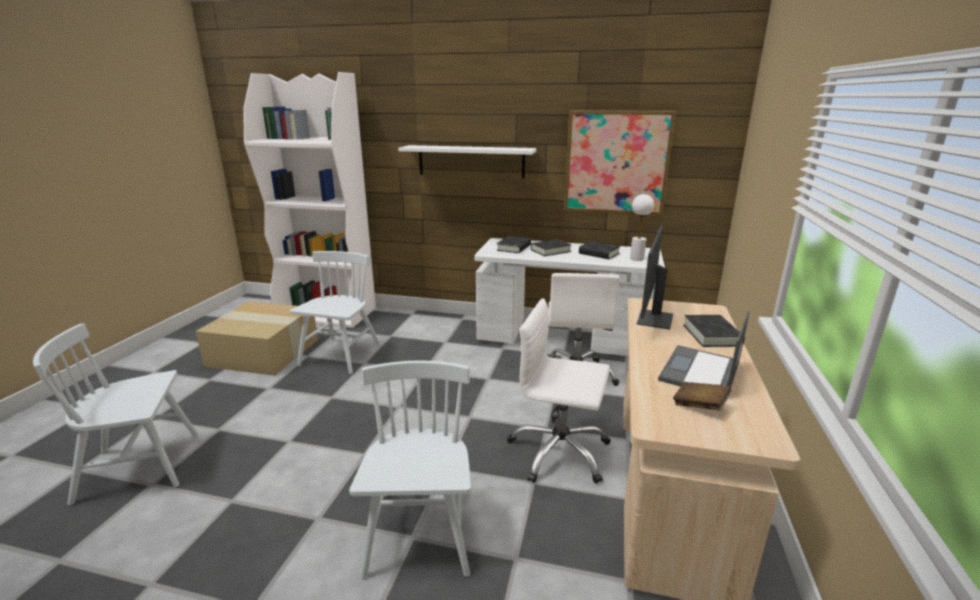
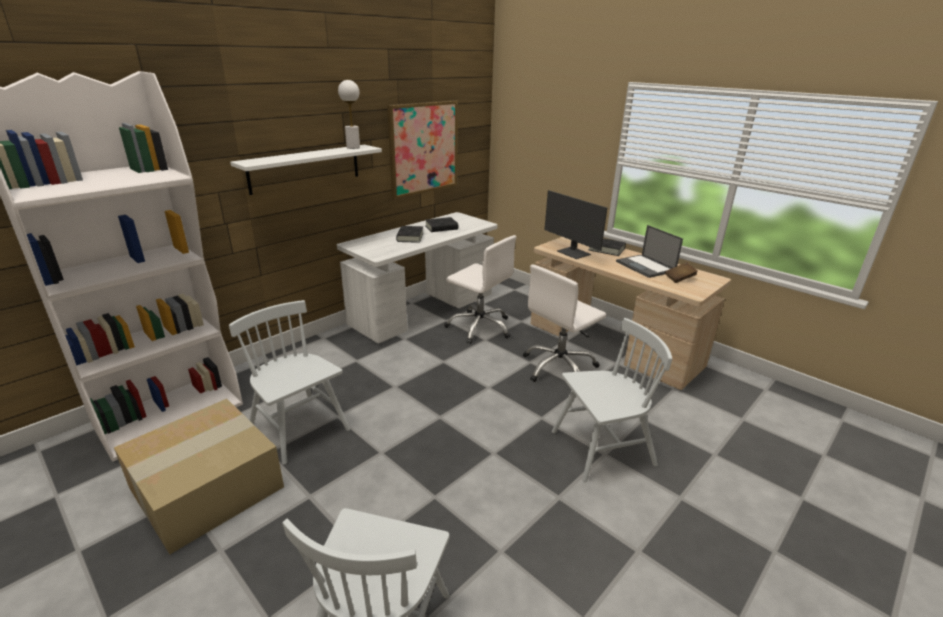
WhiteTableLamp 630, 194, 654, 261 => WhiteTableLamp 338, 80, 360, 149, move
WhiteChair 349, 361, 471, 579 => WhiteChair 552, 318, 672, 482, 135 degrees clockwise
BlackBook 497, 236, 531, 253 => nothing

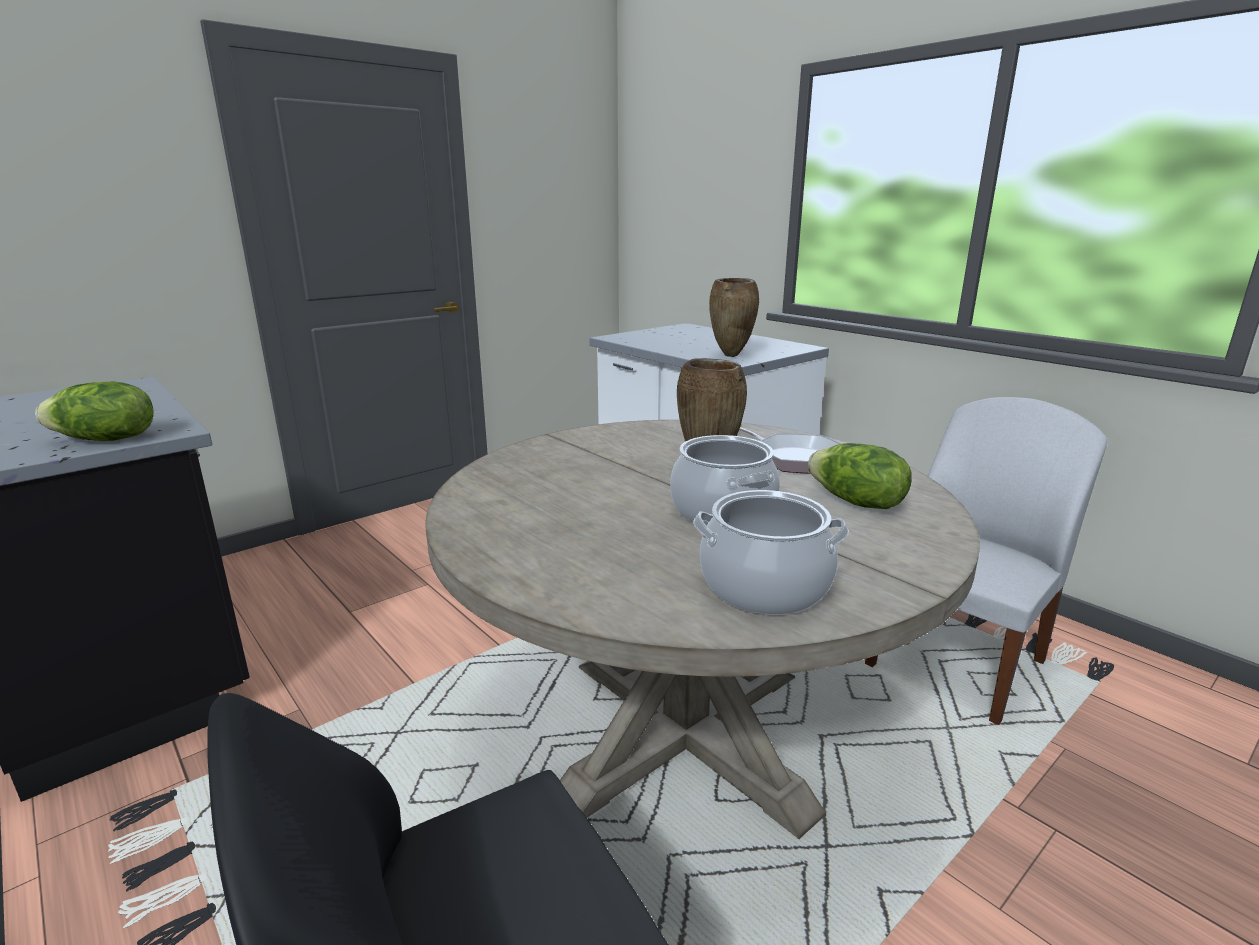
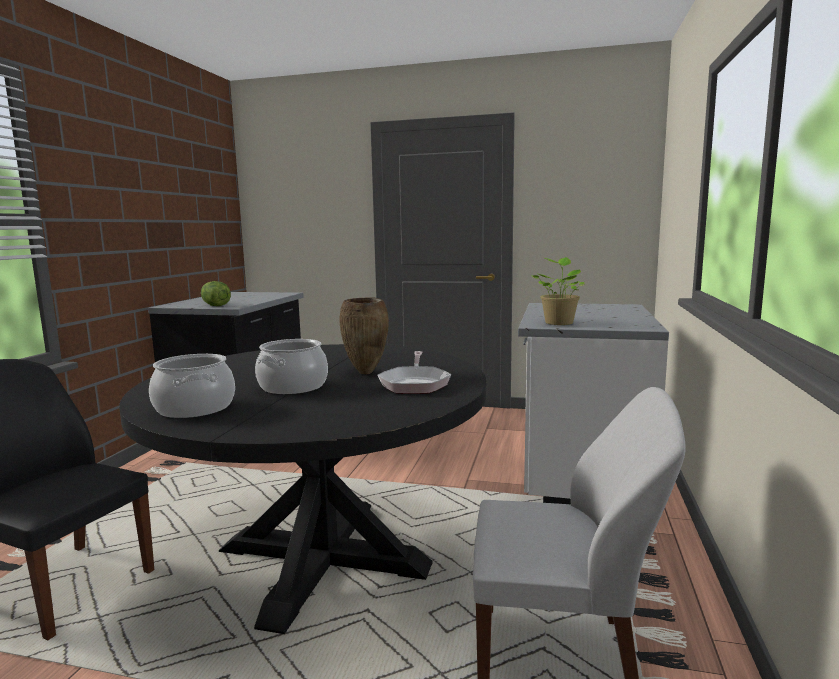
BeigeDiningTable 425, 420, 980, 839 => BlackDiningTable 119, 344, 486, 634
BrownVase 709, 278, 759, 357 => PottedPlant 531, 257, 584, 325
Lettuce 808, 443, 911, 509 => nothing

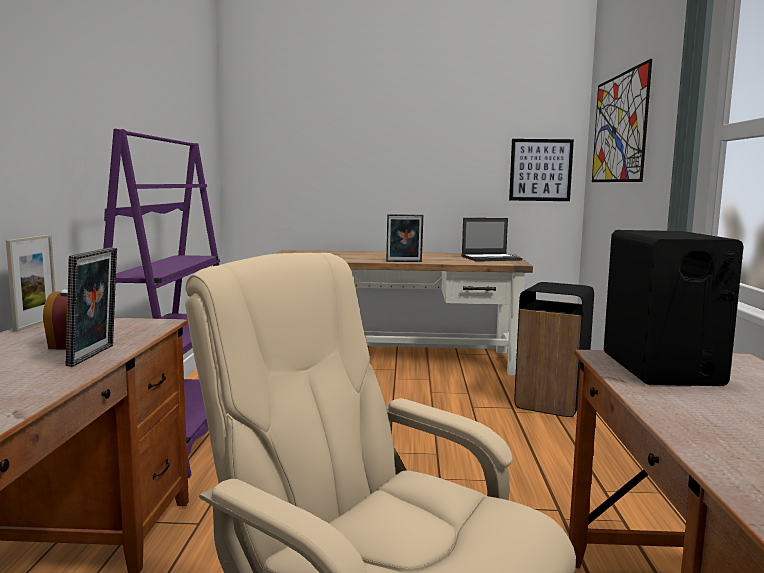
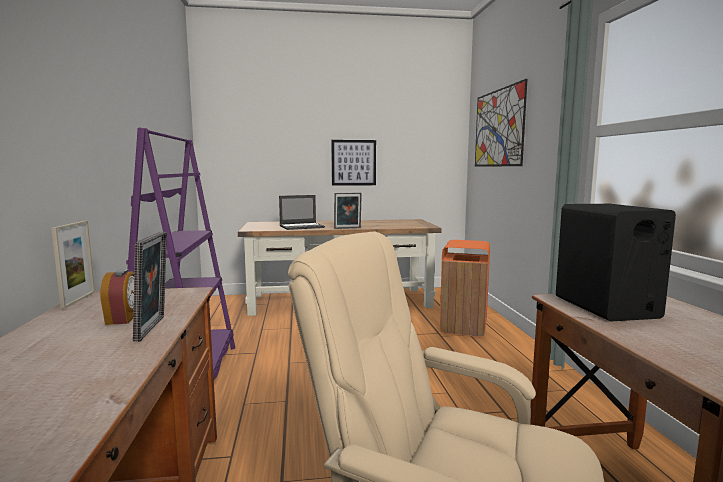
Laptop 461, 218, 522, 261 => Laptop 279, 195, 325, 230, move
Picture 509, 139, 574, 201 => Picture 331, 140, 376, 186, move
BlackTrashCan 515, 282, 594, 417 => OrangeTrashCan 440, 240, 490, 337

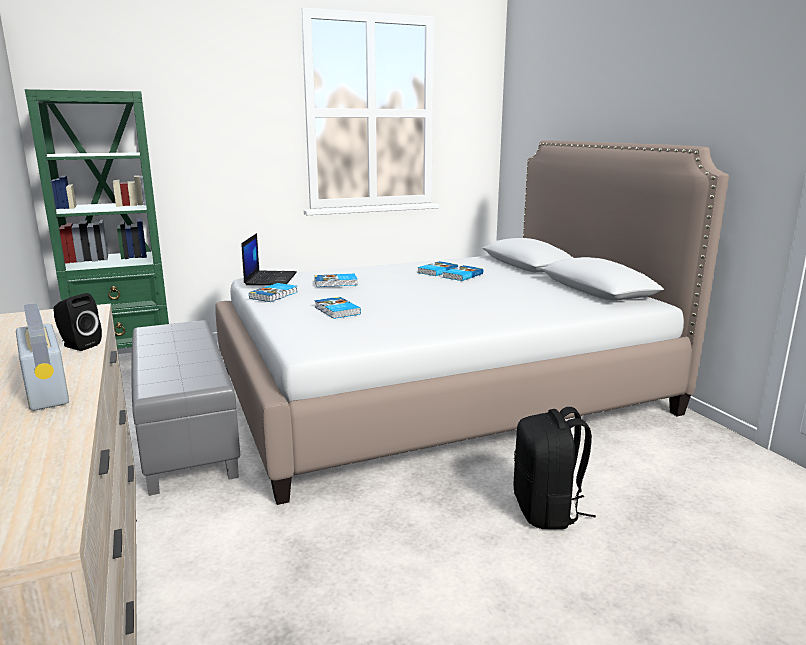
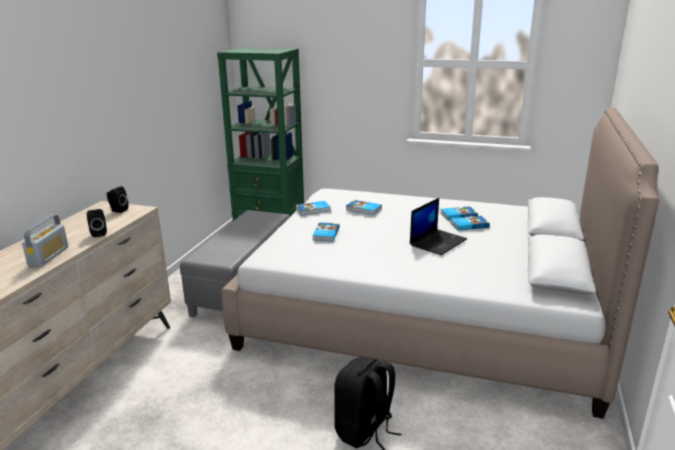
nothing => BlackSpeaker 107, 186, 128, 213
Laptop 242, 233, 297, 285 => Laptop 410, 198, 467, 255, move

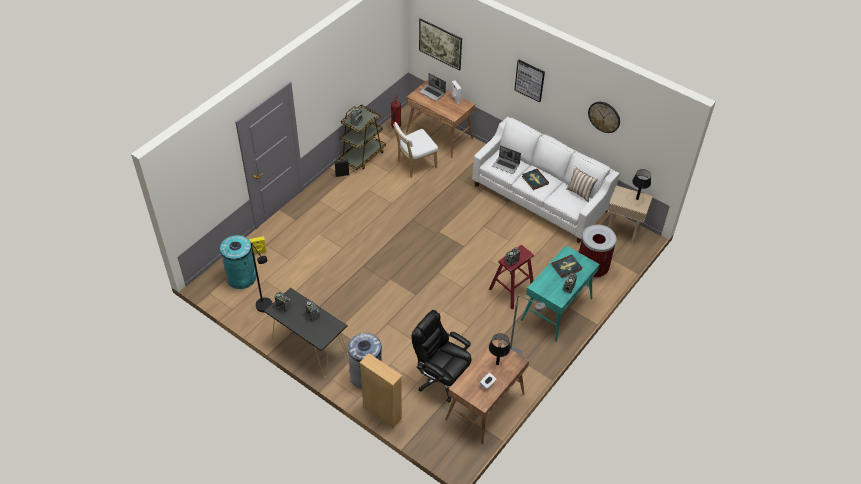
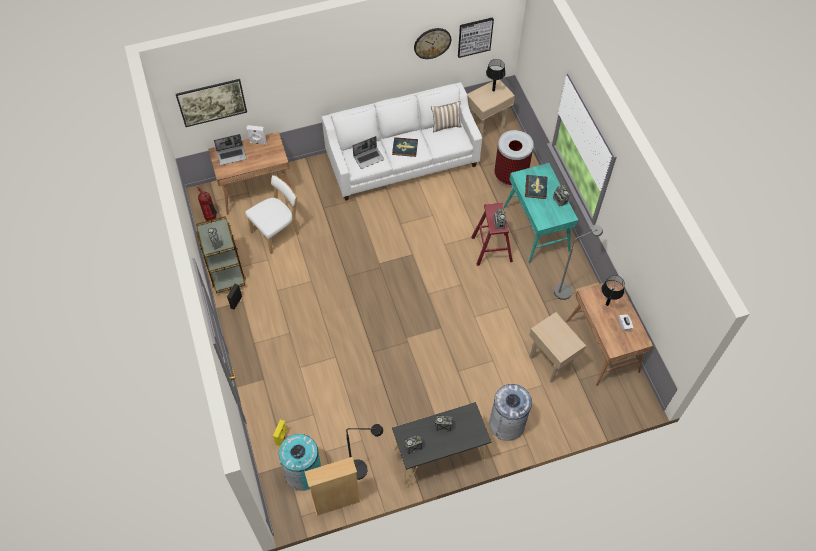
WhiteChair 393, 122, 438, 178 => WhiteChair 245, 175, 299, 254, 135 degrees counterclockwise
BeigeBookcase 360, 353, 403, 429 => BeigeBookcase 305, 457, 361, 516, move
Picture 514, 60, 545, 103 => Picture 458, 17, 494, 58, move
BlackOfficeChair 412, 310, 472, 402 => BeigeSideTable 529, 312, 586, 383

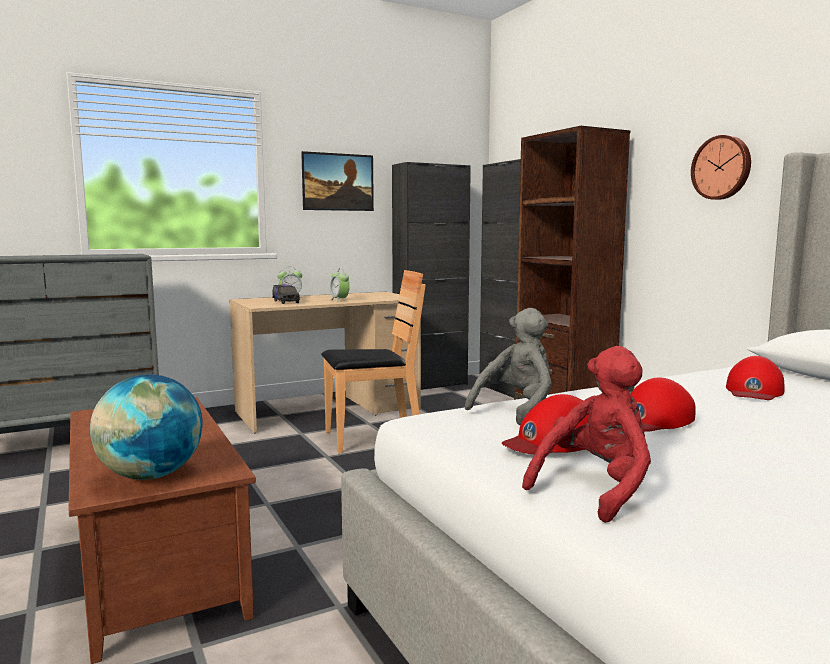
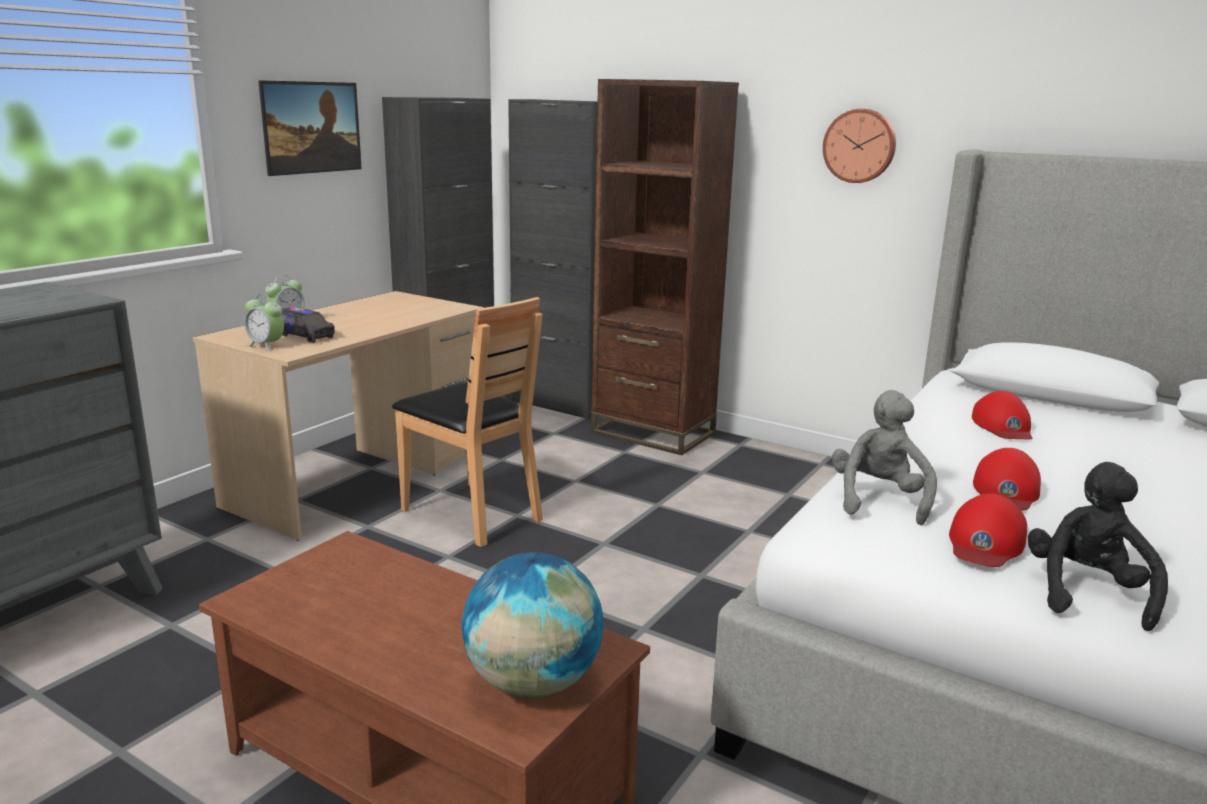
AlarmClock 330, 268, 350, 302 => AlarmClock 244, 294, 284, 351, move
BrownChair 321, 270, 426, 453 => BrownChair 392, 297, 543, 547, 90 degrees clockwise
RedPlushToy 522, 346, 651, 523 => BlackPlushToy 1028, 462, 1168, 631

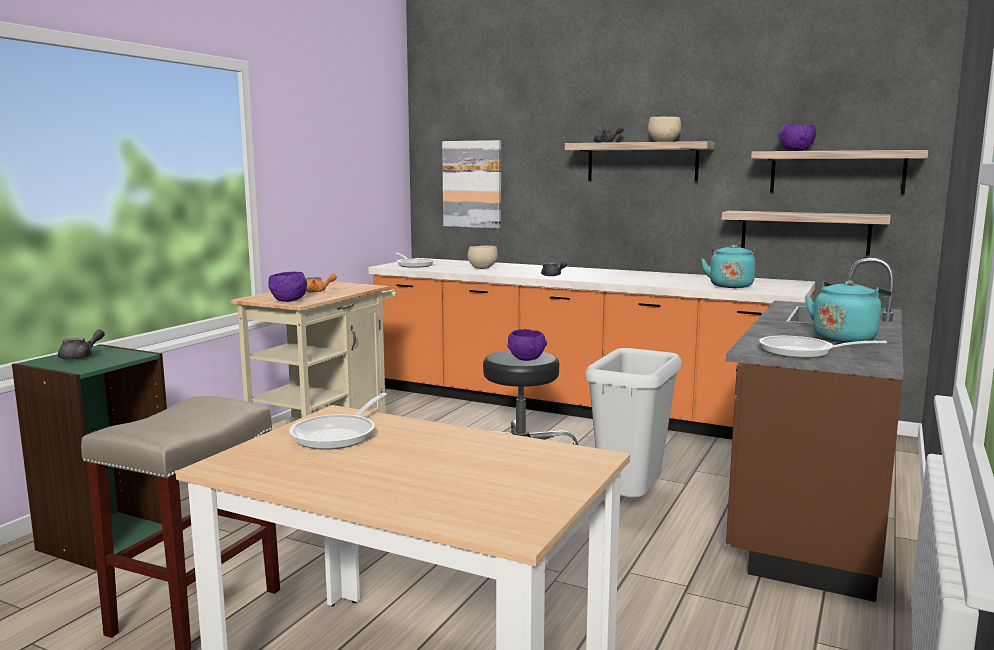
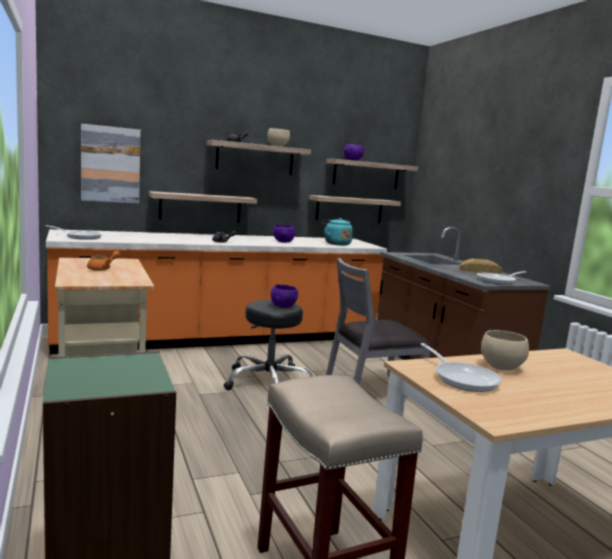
nothing => Shelf 149, 191, 257, 223
PurpleBowl 268, 272, 307, 302 => PurpleBowl 272, 225, 296, 243, move
GreyTrashCan 585, 348, 682, 498 => GreyChair 326, 258, 432, 384
TurquoiseKettle 806, 280, 892, 343 => Bread 459, 259, 502, 273
BeigeBowl 467, 246, 498, 269 => BeigeBowl 481, 330, 529, 370, move
GreyTeapot 58, 329, 105, 360 => nothing

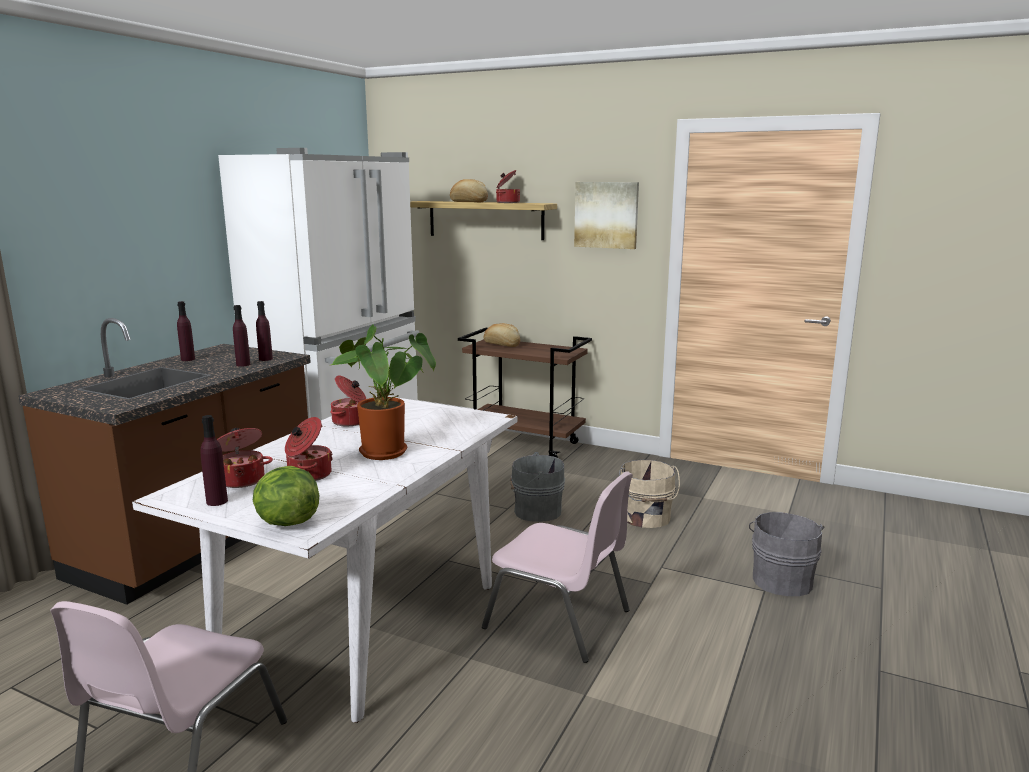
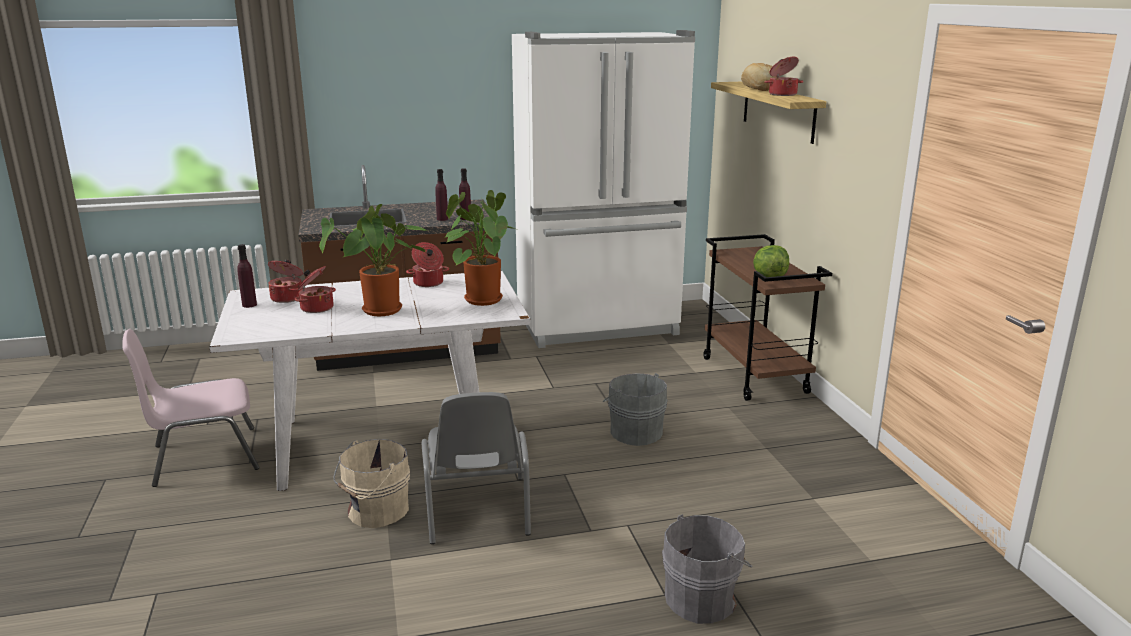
BeigeBucket 619, 460, 680, 528 => BeigeBucket 334, 439, 410, 528, move
PinkChair 482, 471, 633, 663 => GreyChair 422, 392, 531, 544
nothing => PottedPlant 444, 190, 519, 306
Lettuce 253, 466, 319, 526 => Lettuce 753, 245, 789, 277, move
PurpleBottle 177, 301, 195, 361 => nothing
Bread 484, 323, 520, 347 => nothing
Picture 574, 182, 639, 249 => nothing

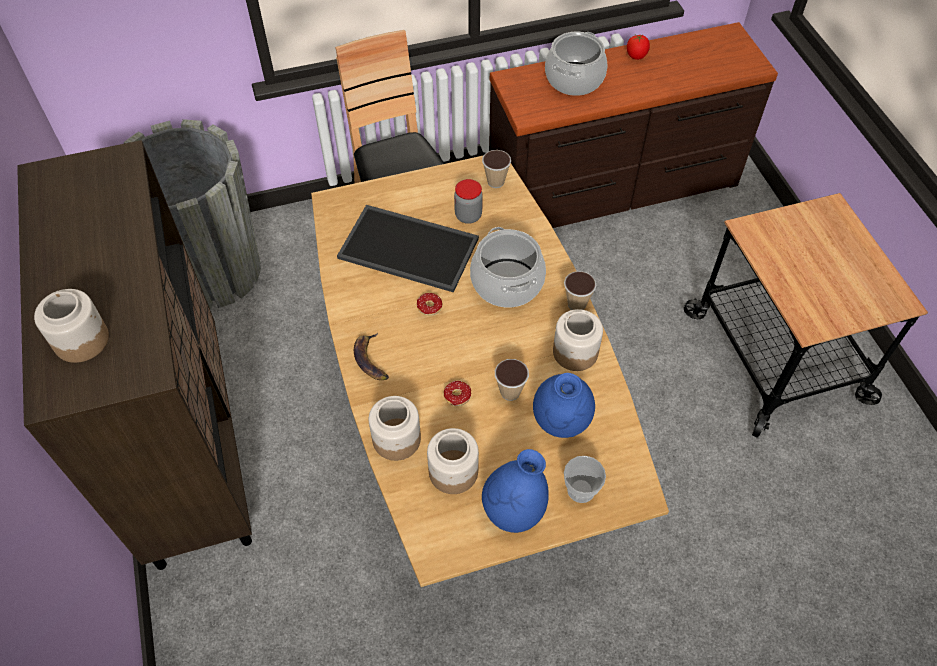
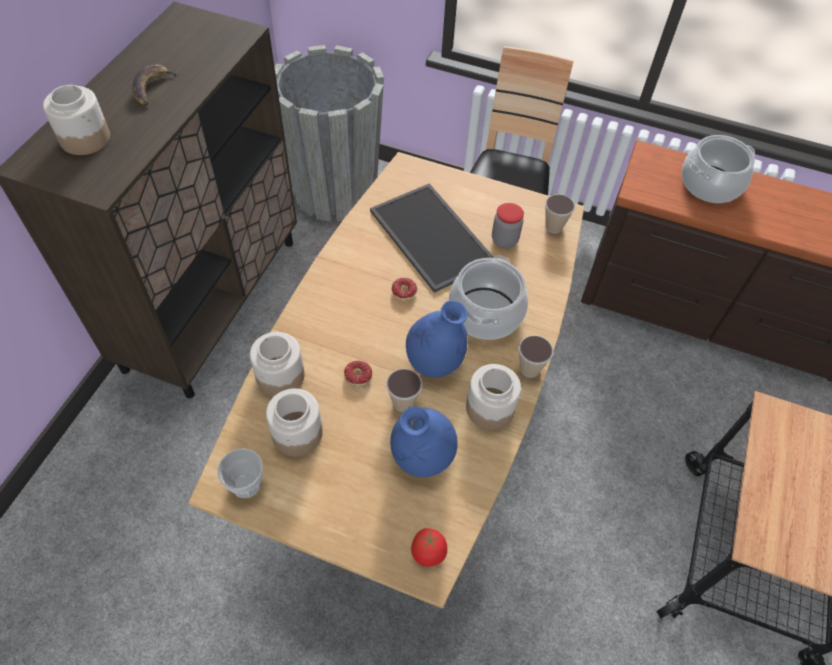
Banana 354, 333, 389, 380 => Banana 132, 64, 181, 106, move
Cup 564, 456, 606, 503 => Cup 218, 448, 263, 498, move
BlueVase 482, 449, 549, 533 => BlueVase 406, 301, 468, 378, move
Tomato 627, 34, 650, 60 => Tomato 411, 528, 447, 567, move

